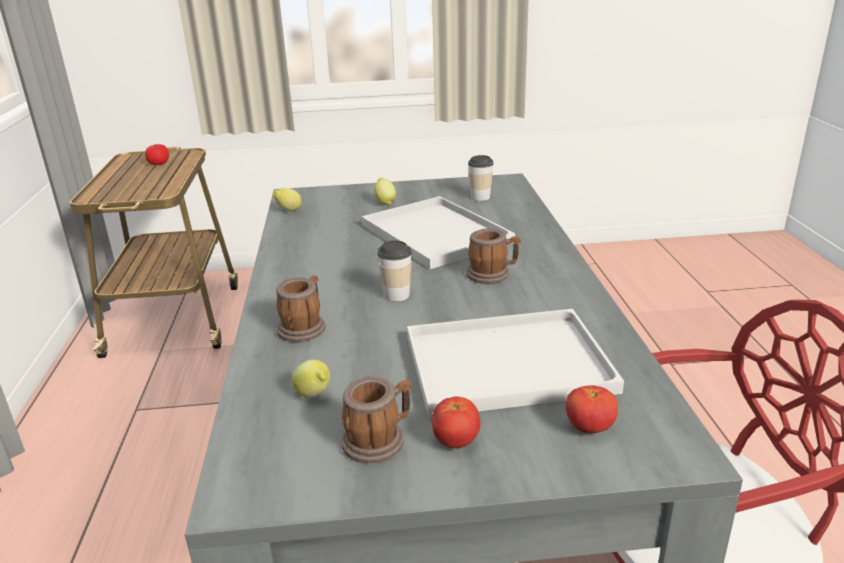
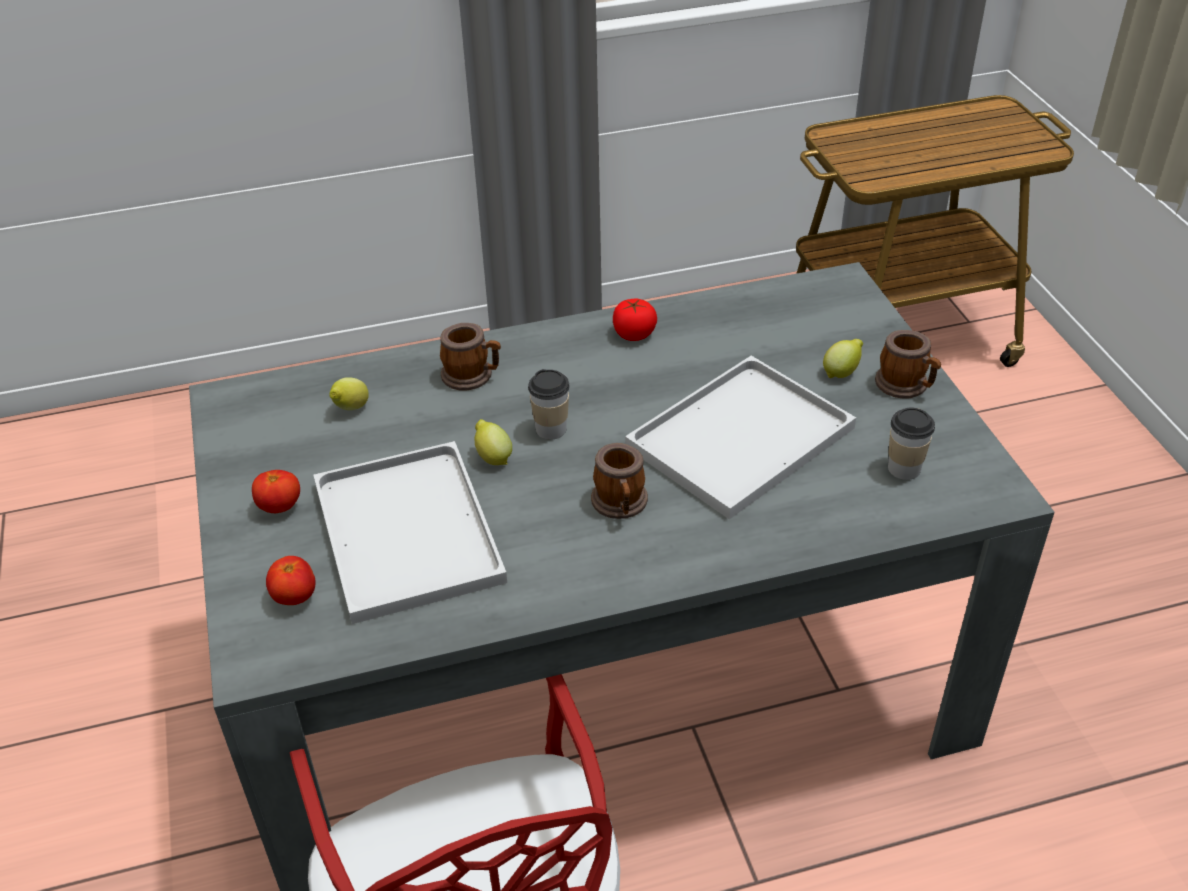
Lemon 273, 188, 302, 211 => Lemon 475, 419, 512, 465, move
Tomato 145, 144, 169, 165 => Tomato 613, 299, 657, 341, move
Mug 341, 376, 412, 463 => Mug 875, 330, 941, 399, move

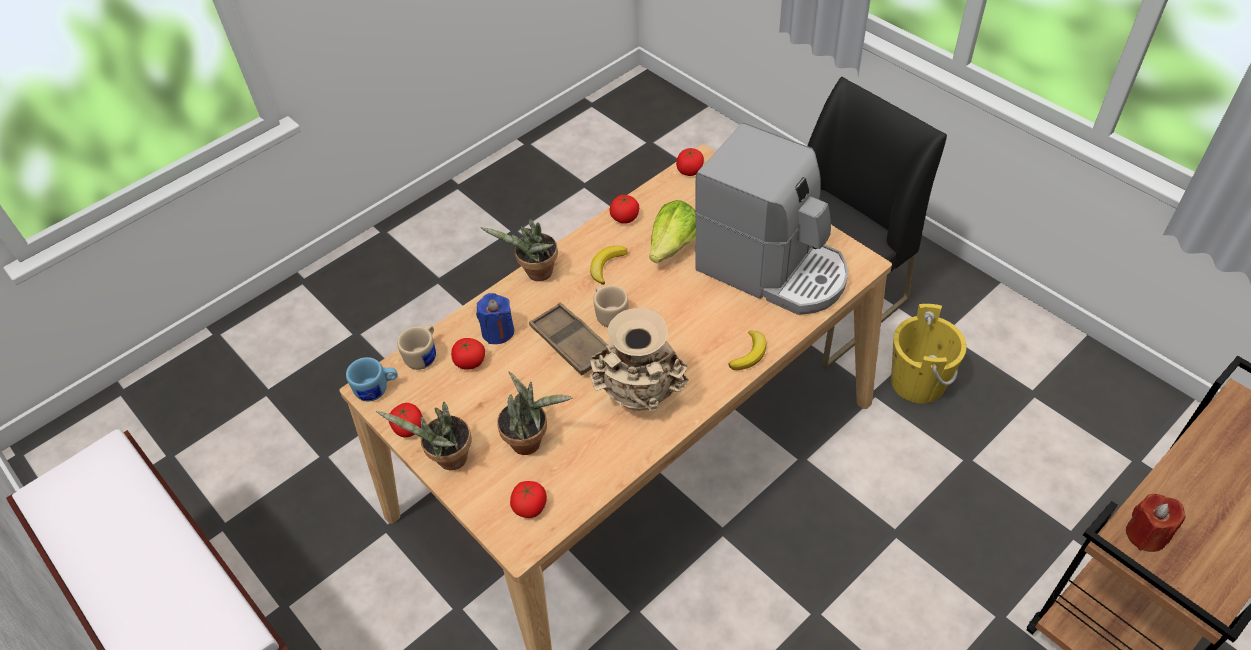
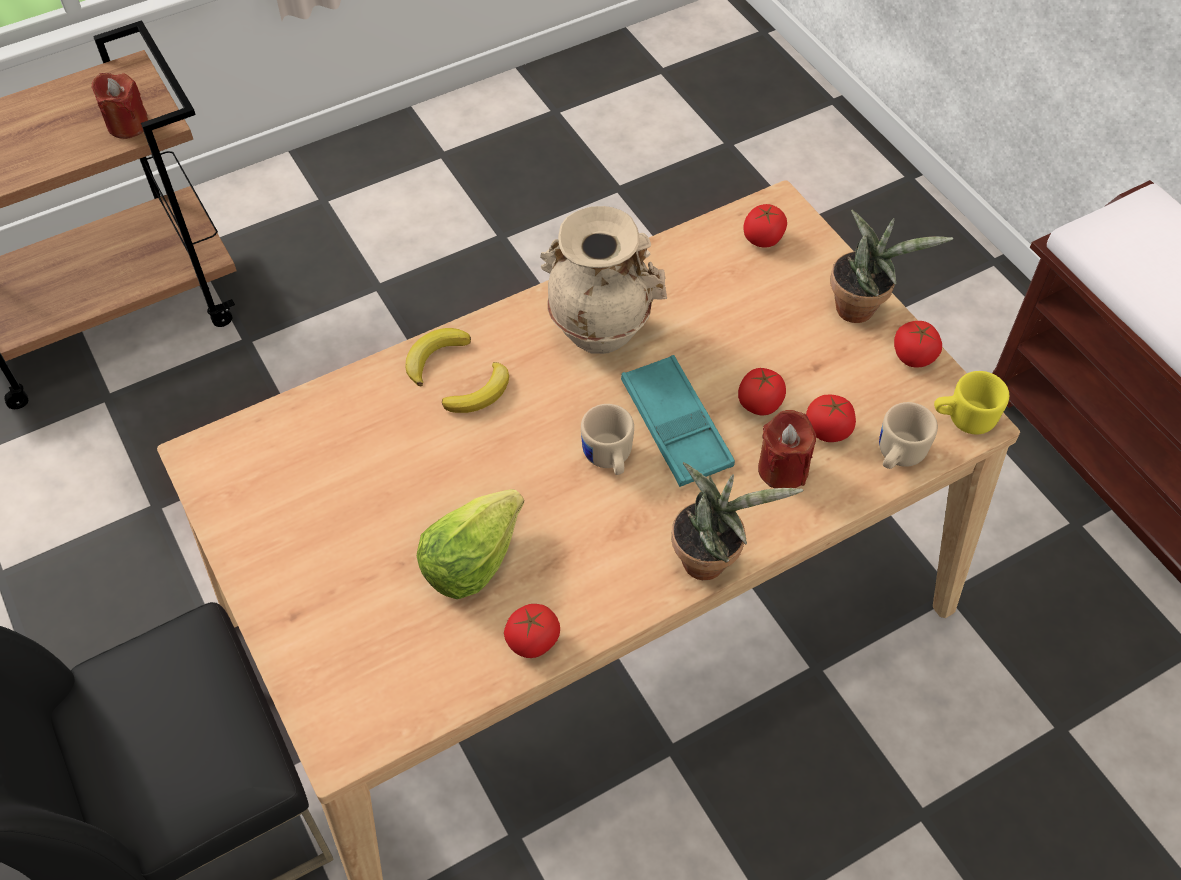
Banana 590, 246, 628, 285 => Banana 442, 362, 509, 413, move
BrownTray 529, 303, 608, 375 => TurquoiseTray 621, 355, 735, 487
Tomato 676, 148, 704, 176 => Tomato 738, 368, 786, 415, move
BlueCandle 476, 293, 514, 344 => RedCandle 758, 410, 816, 488
BlueMug 346, 357, 398, 401 => YellowMug 934, 371, 1009, 434
PottedPlant 497, 372, 573, 455 => nothing
CoffeeMachine 695, 123, 848, 315 => nothing
YellowBucket 891, 304, 967, 404 => nothing

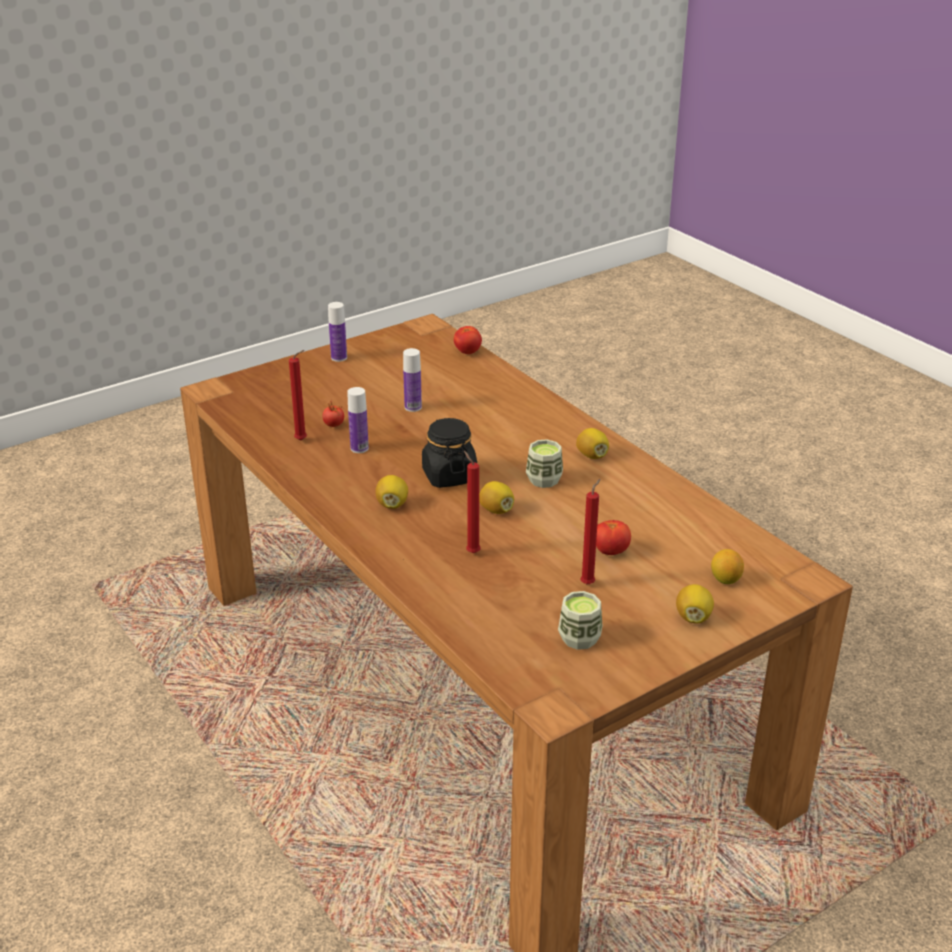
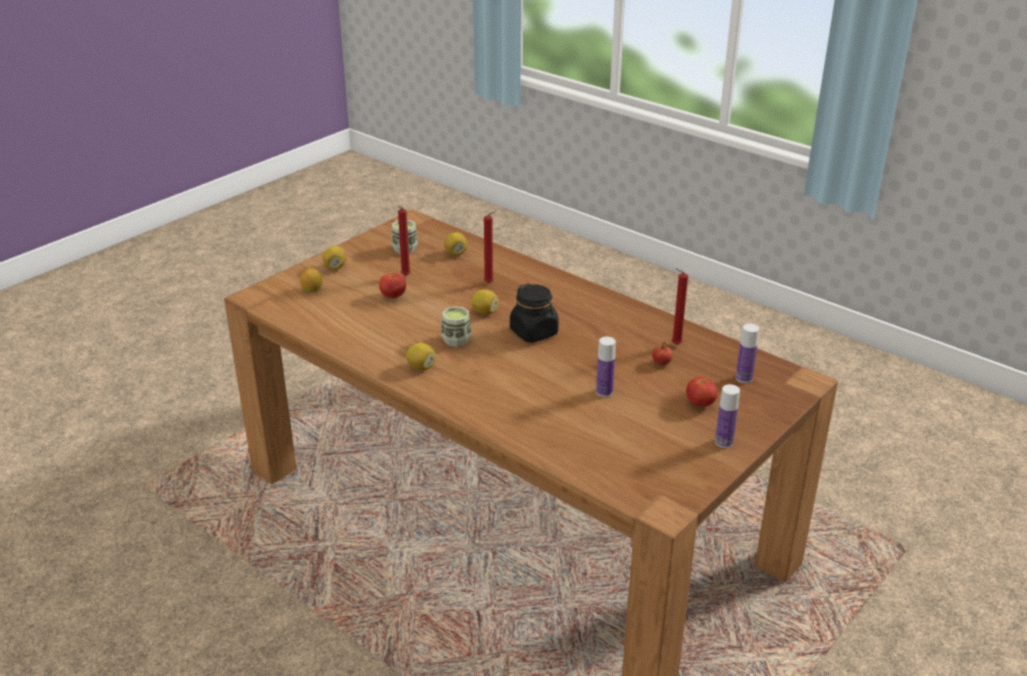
Lemon 375, 475, 408, 509 => Lemon 444, 232, 468, 256, move
Tomato 454, 326, 482, 354 => Tomato 686, 376, 718, 407, move
Bottle 347, 387, 369, 453 => Bottle 736, 324, 759, 383, move

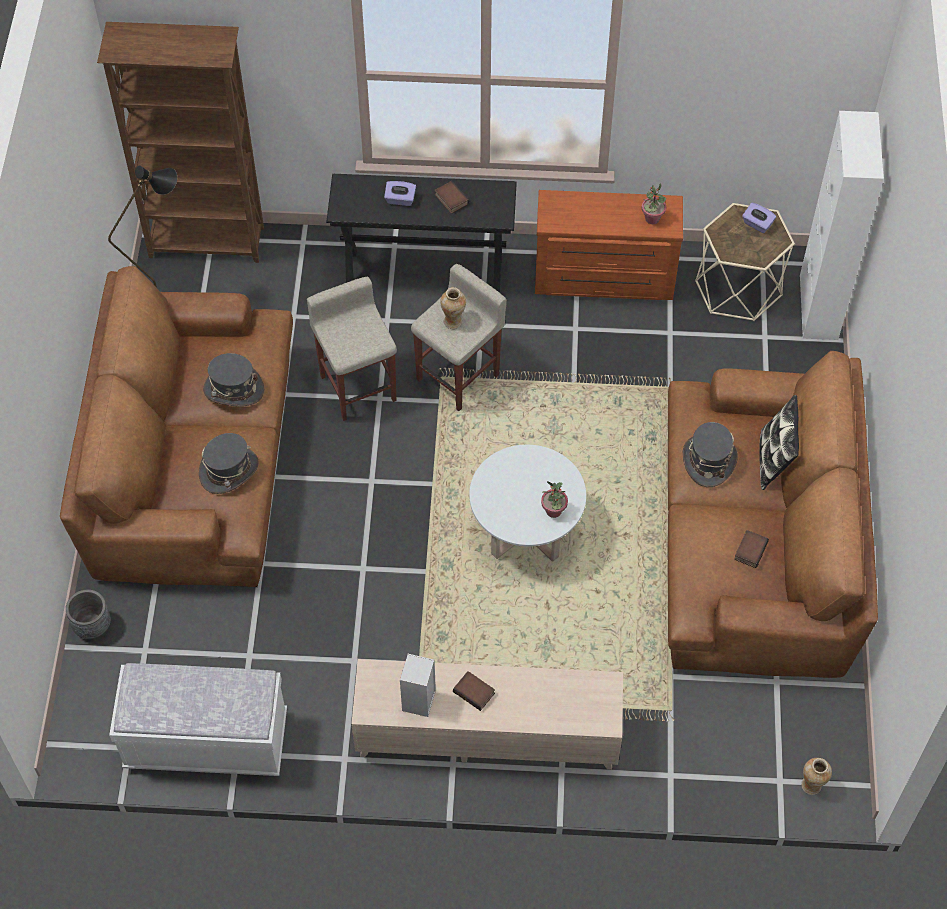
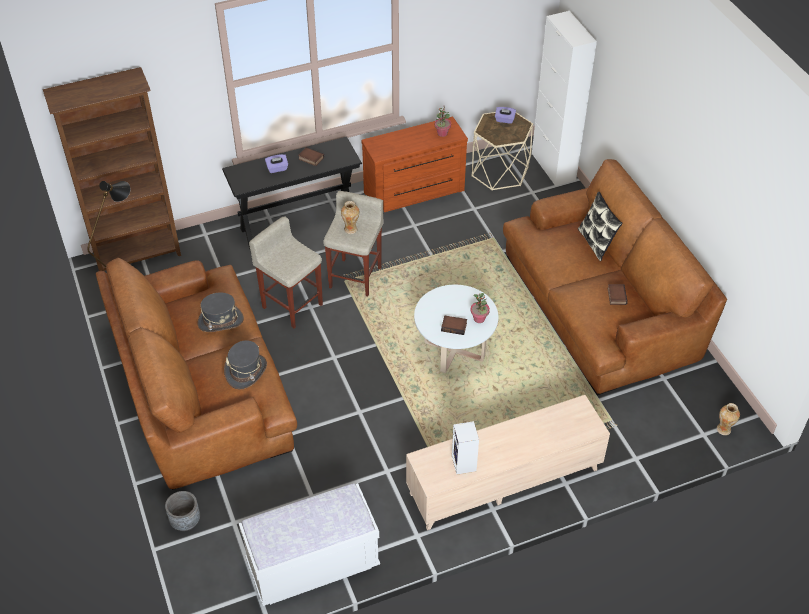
Book 453, 671, 495, 711 => Book 441, 316, 467, 335, move
GreyHat 683, 422, 738, 487 => nothing

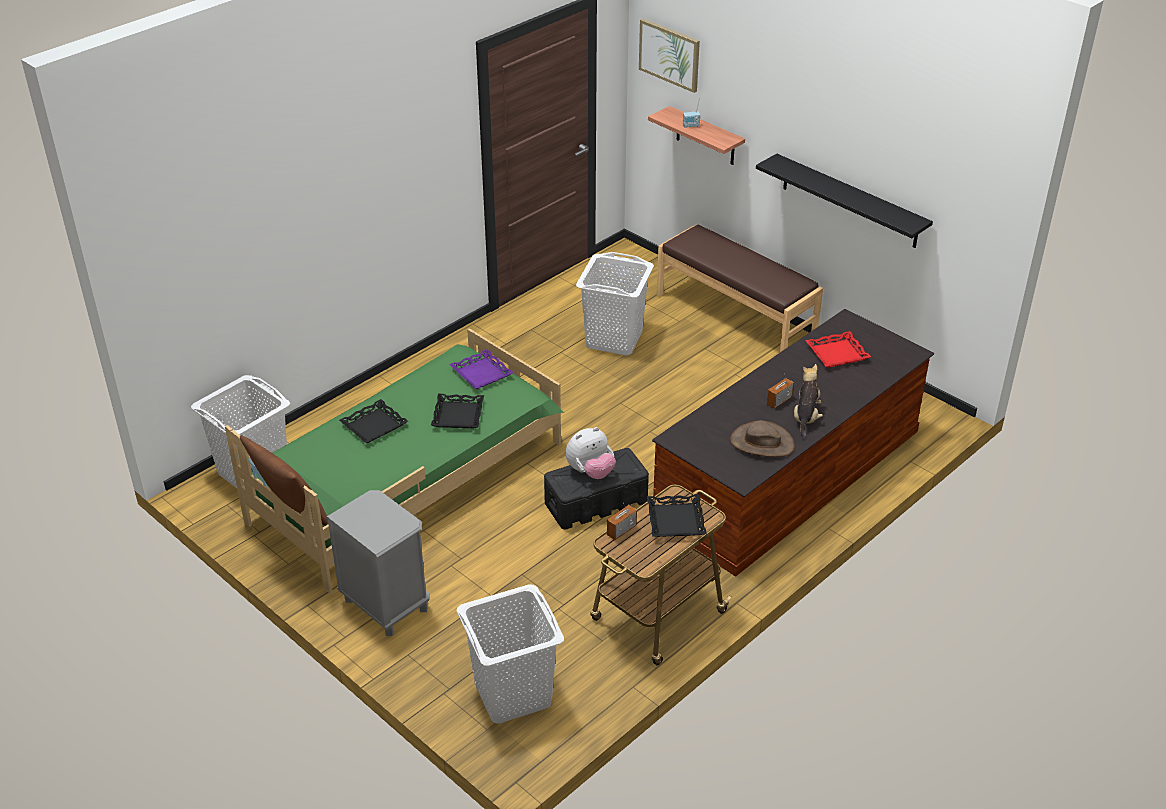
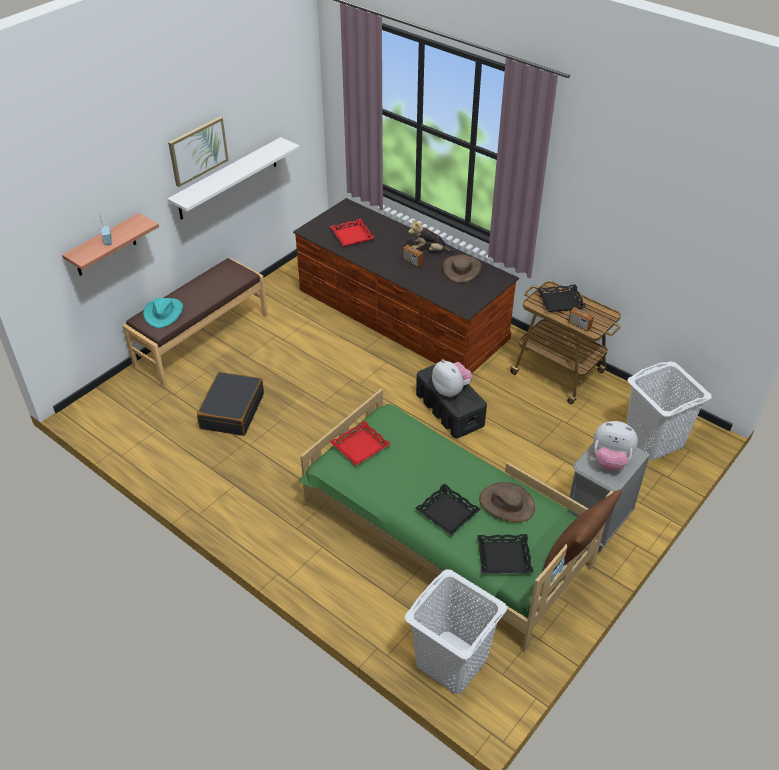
nothing => TurquoiseHat 143, 298, 183, 328
BlackShelf 756, 154, 933, 248 => WhiteShelf 167, 137, 300, 220
Picture 639, 19, 700, 93 => Picture 168, 117, 229, 187, move
WhiteLaundryBasket 576, 252, 654, 356 => BlackSuitcase 197, 372, 264, 436
PurpleTray 449, 349, 513, 389 => RedTray 330, 421, 391, 466
BlackTray 431, 394, 484, 429 => BlackTray 477, 534, 533, 574, move
nothing => BrownHat 479, 482, 535, 522
nothing => PlushToy 593, 421, 638, 470

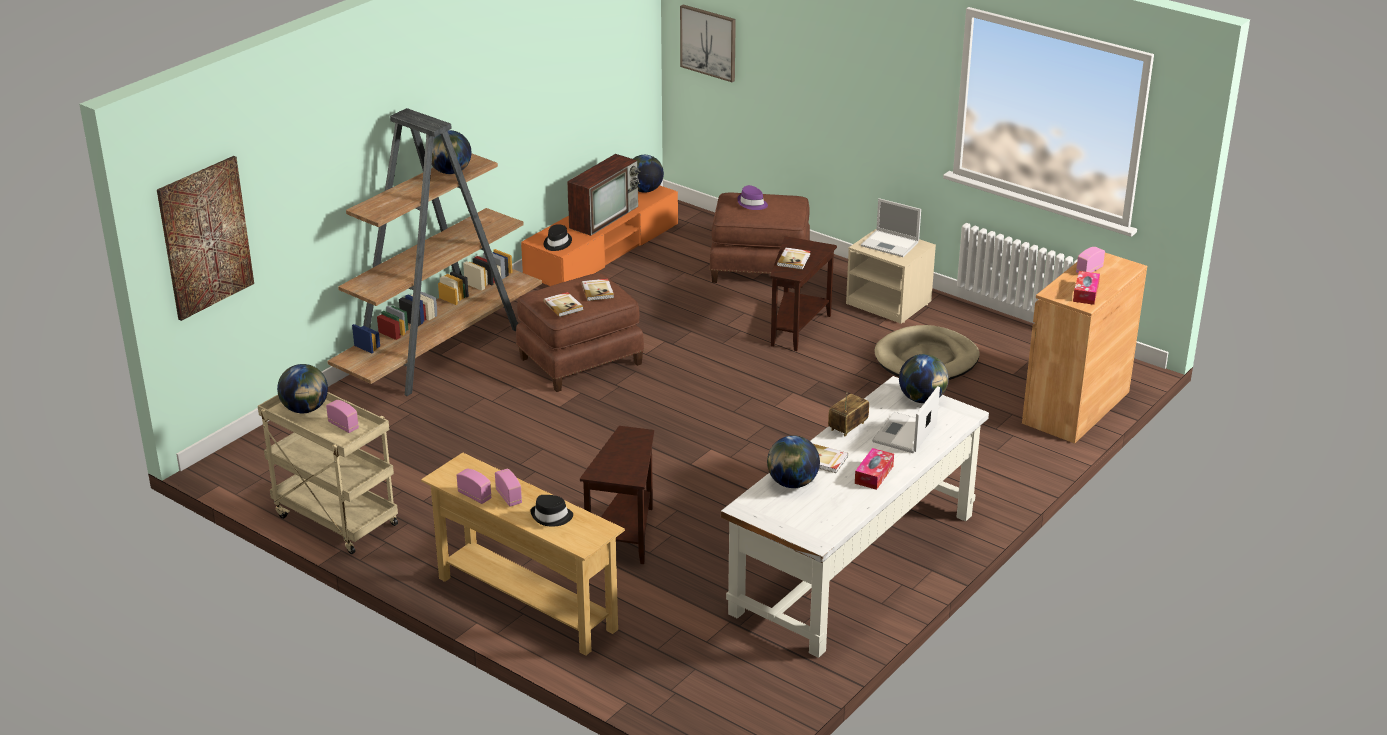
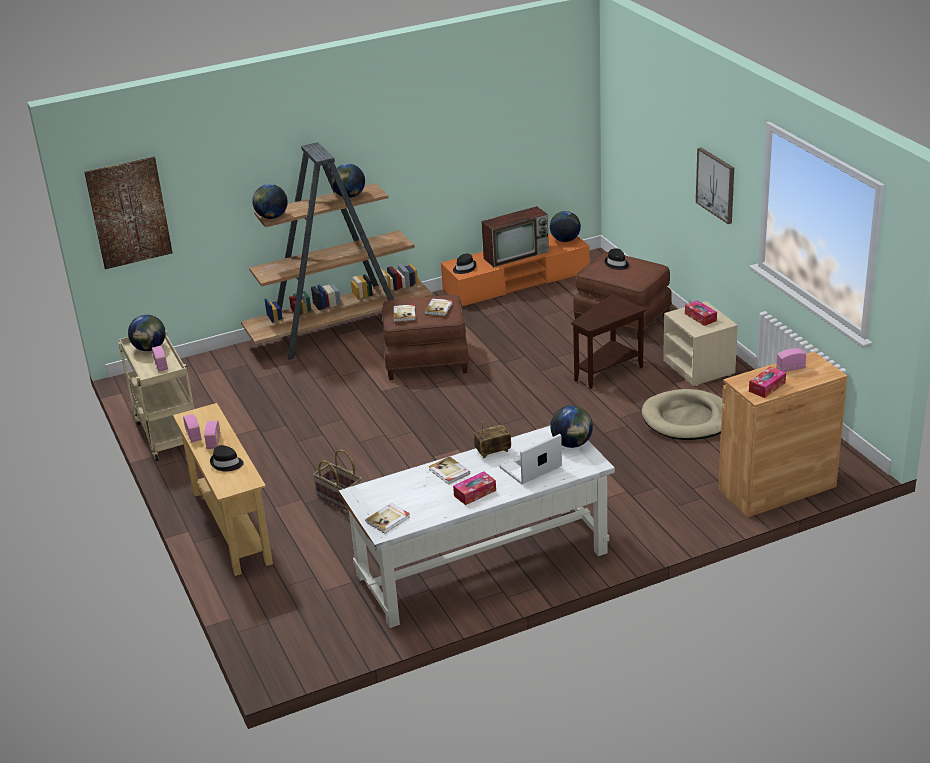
Globe 767, 435, 820, 488 => Globe 252, 184, 288, 219, move
BrownSideTable 580, 426, 654, 564 => Basket 313, 449, 362, 510
Book 777, 248, 811, 270 => Book 365, 503, 410, 534, move
PurpleHat 737, 185, 768, 210 => BlackHat 605, 248, 629, 270
Laptop 861, 198, 921, 257 => TissueBox 685, 300, 717, 326
Picture 680, 5, 736, 82 => Picture 696, 148, 734, 224, move

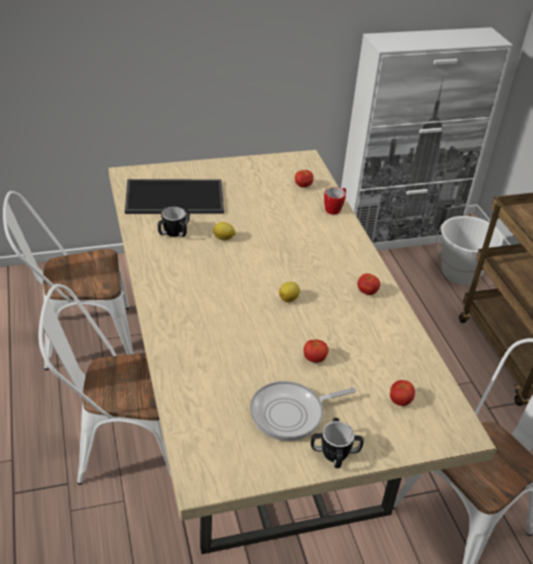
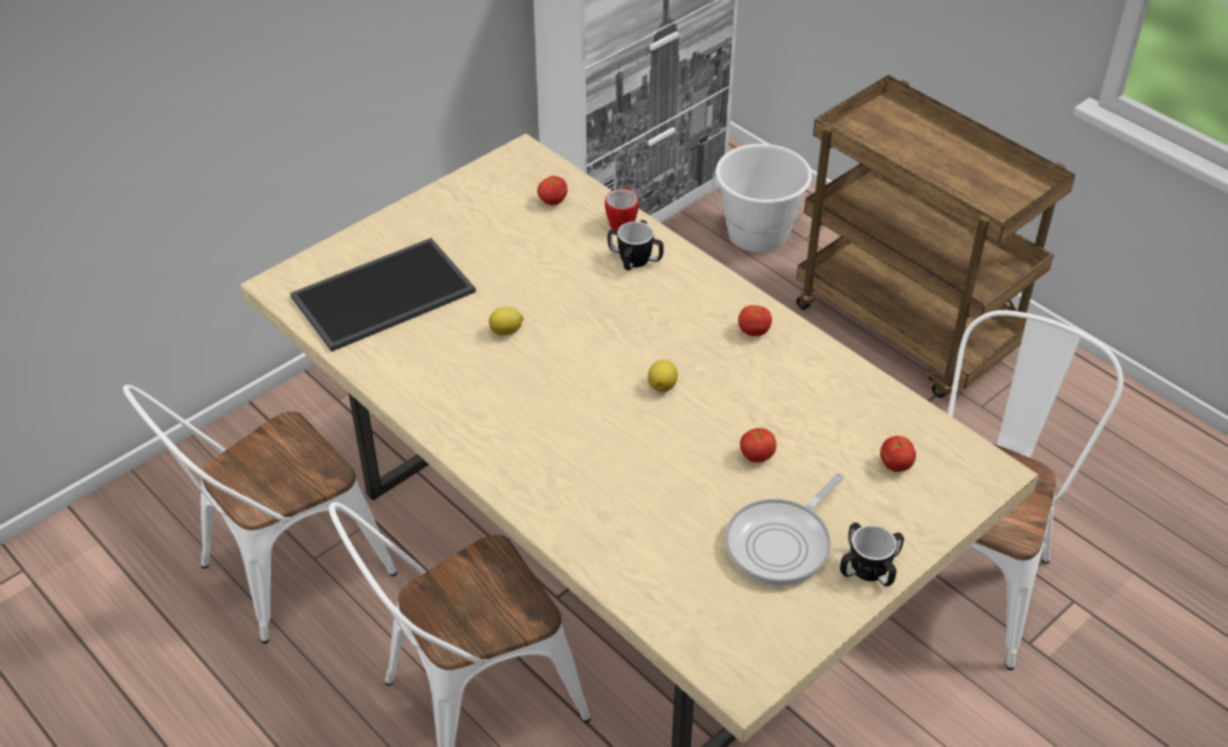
Mug 158, 207, 190, 237 => Mug 608, 220, 664, 270, move

